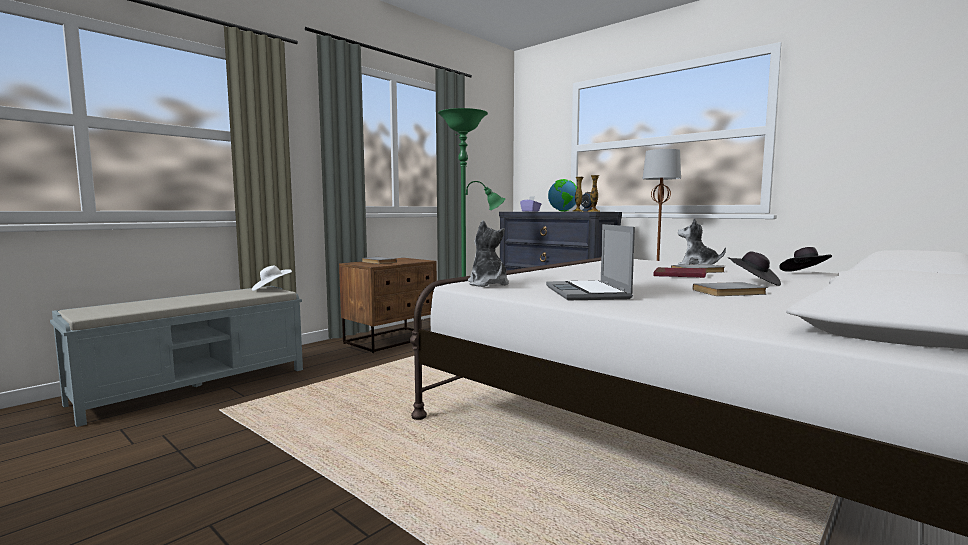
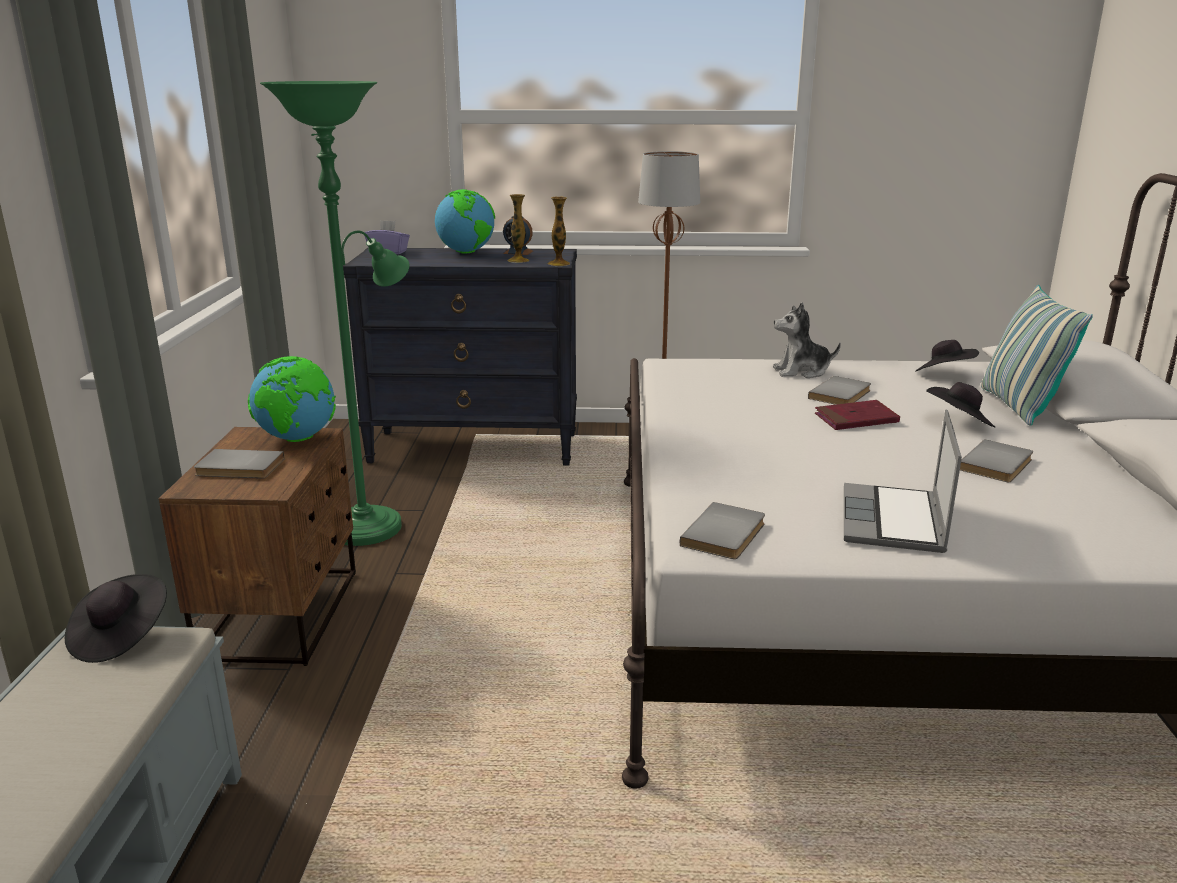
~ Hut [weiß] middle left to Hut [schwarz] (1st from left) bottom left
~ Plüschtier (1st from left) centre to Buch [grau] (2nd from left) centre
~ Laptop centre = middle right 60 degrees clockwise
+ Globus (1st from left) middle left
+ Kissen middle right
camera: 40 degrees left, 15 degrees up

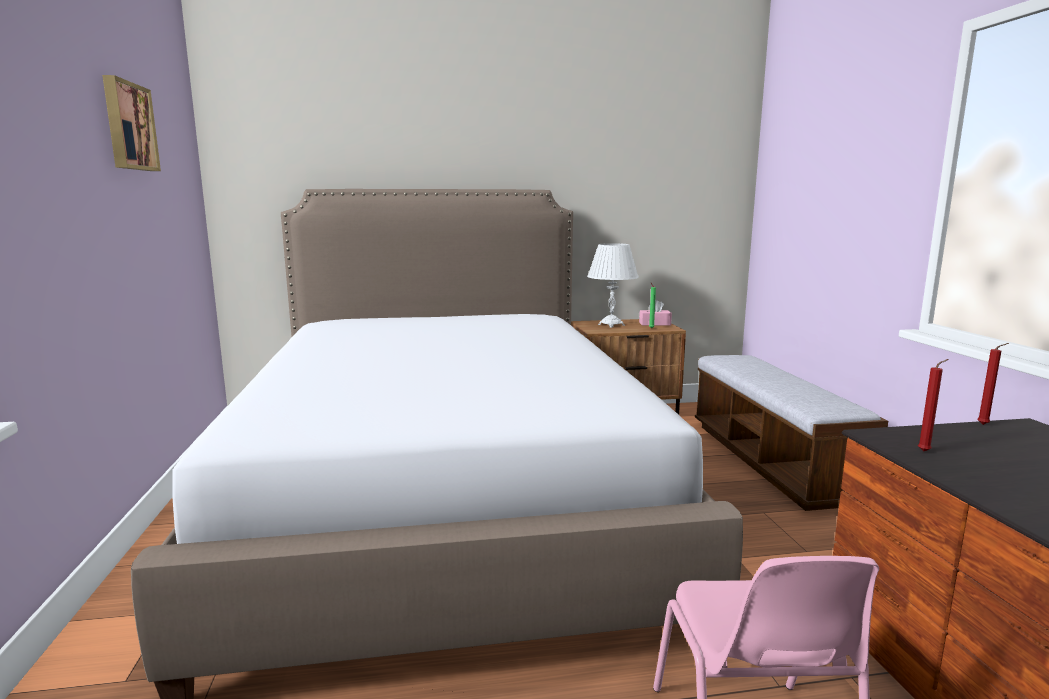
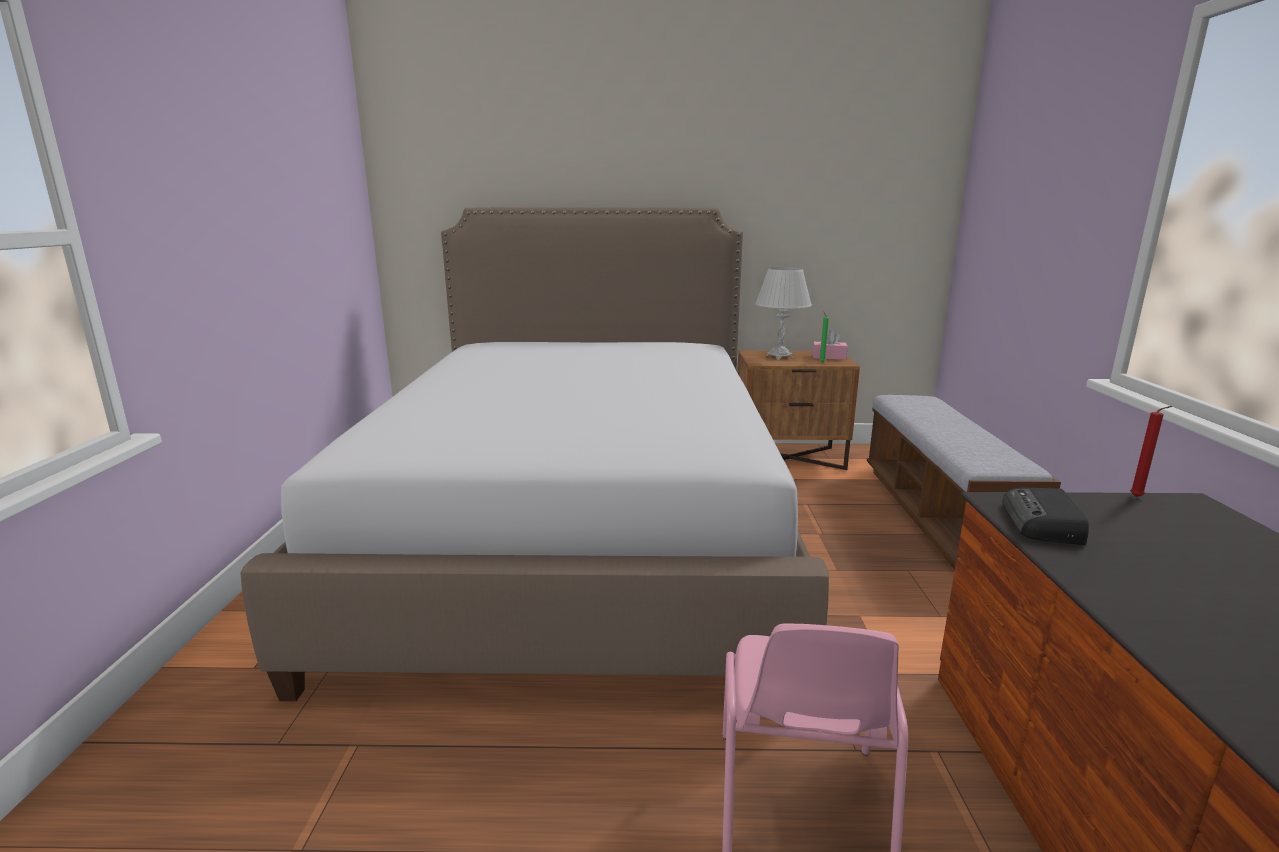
- Bild top left
~ Kerze [rot] (1st from left) middle right to Radio middle right
camera: 10 degrees right, 5 degrees up

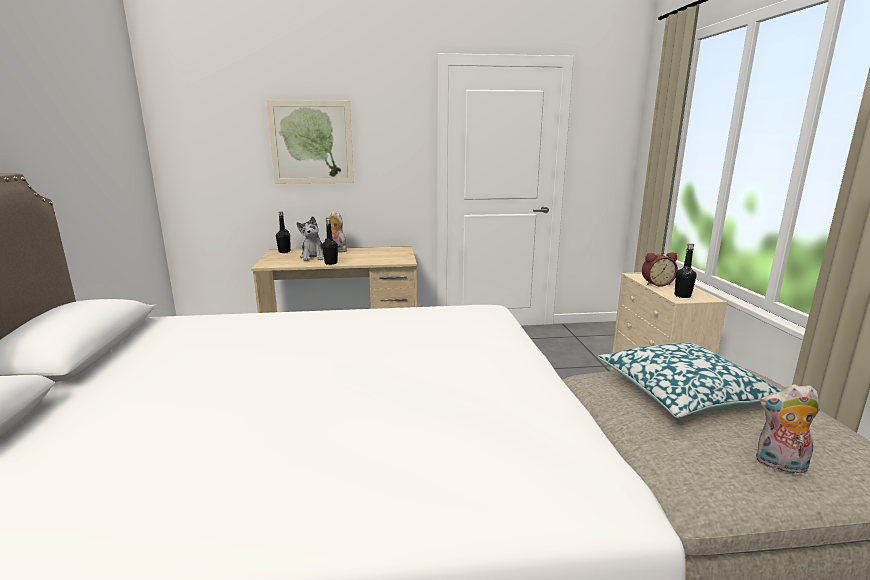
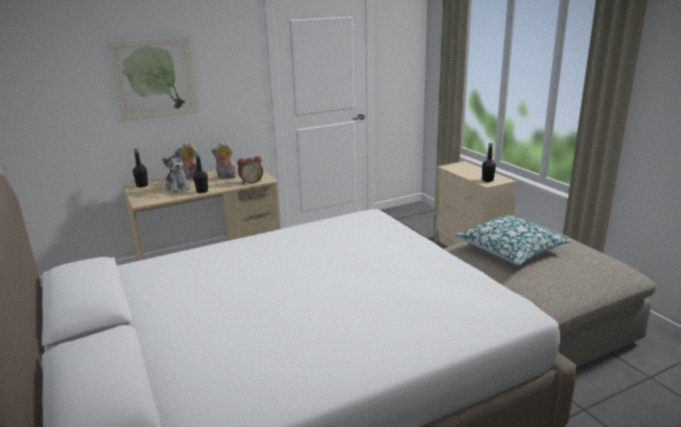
~ Wecker middle right to centre
~ Plüschtier (3rd from left) bottom right to middle left
camera: 20 degrees left, 5 degrees up

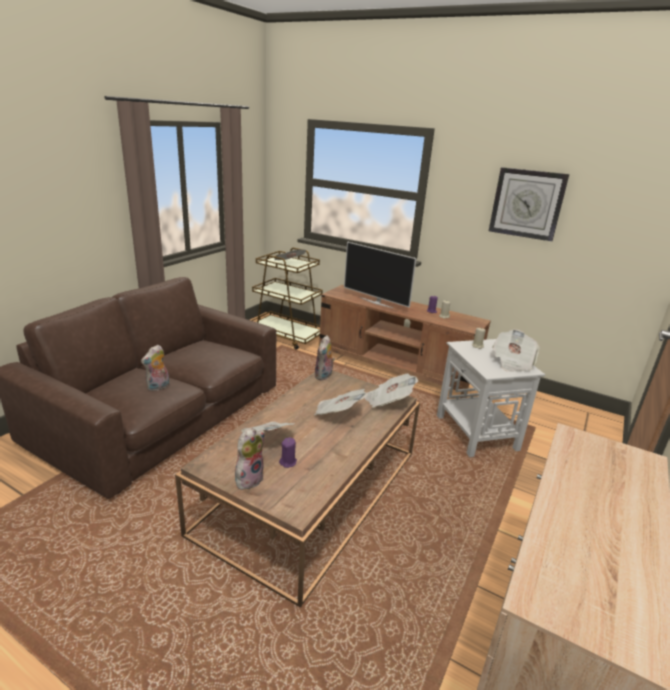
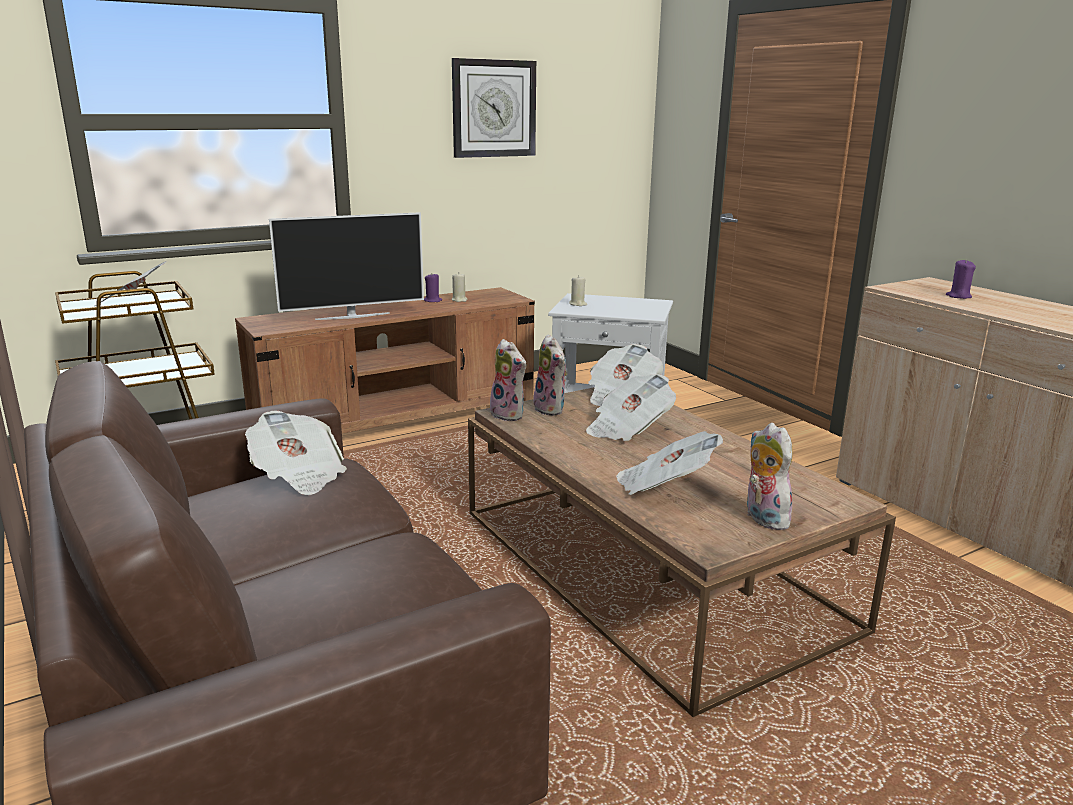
~ Plüschtier (1st from left in the first image) middle left to Plüschtier (2nd from left) centre
~ Kerze [lila] (1st from left in the first image) centre to Kerze [lila] (2nd from left) middle right
~ Zeitung (5th from left in the first image) middle right to Zeitung (2nd from left) middle left
camera: 60 degrees left, 5 degrees down

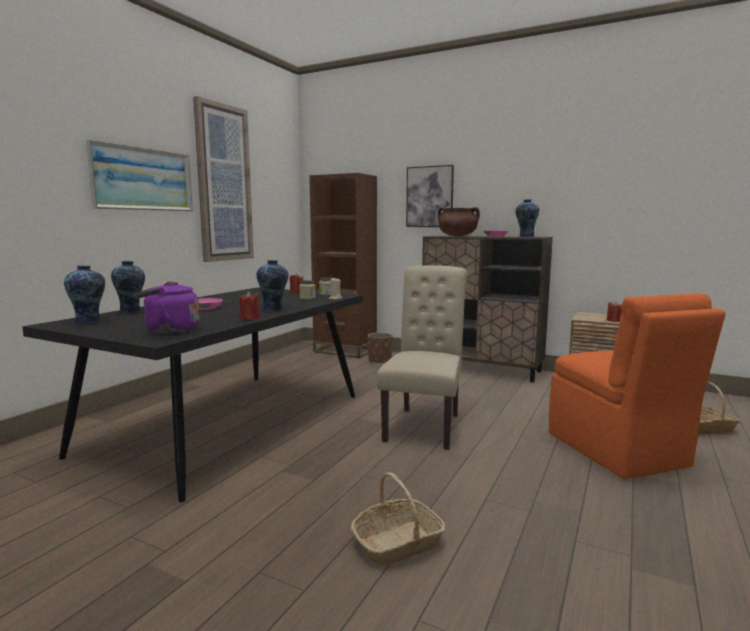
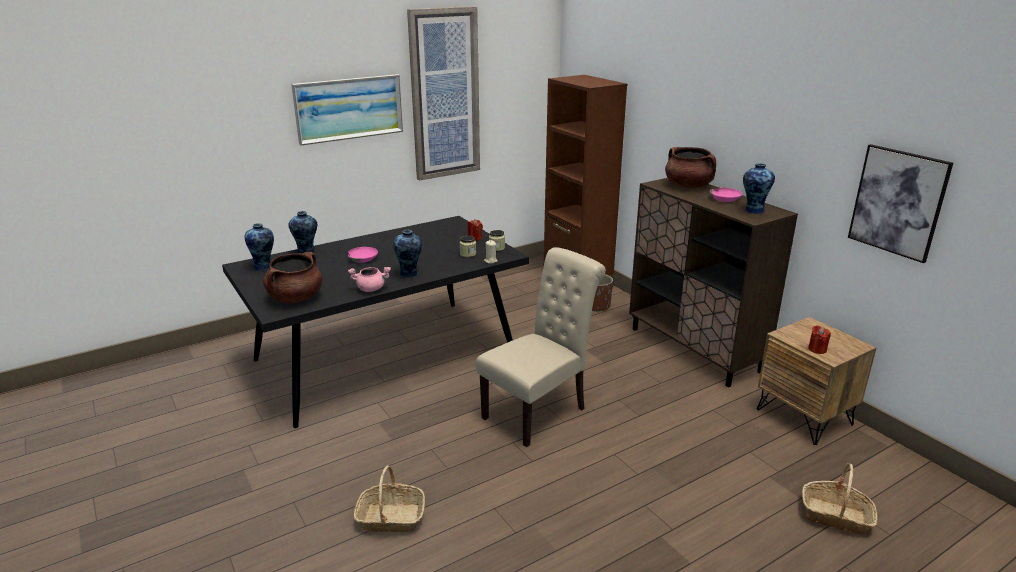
~ Wasserkessel [lila] middle left to Kochtopf [braun] (1st from left) middle left
~ Kerze [rot] (1st from left) middle left to Kochtopf [rosa] centre
~ Bild (3rd from left) top centre to middle right
- Stuhl [orange] middle right
camera: 30 degrees right, 15 degrees up

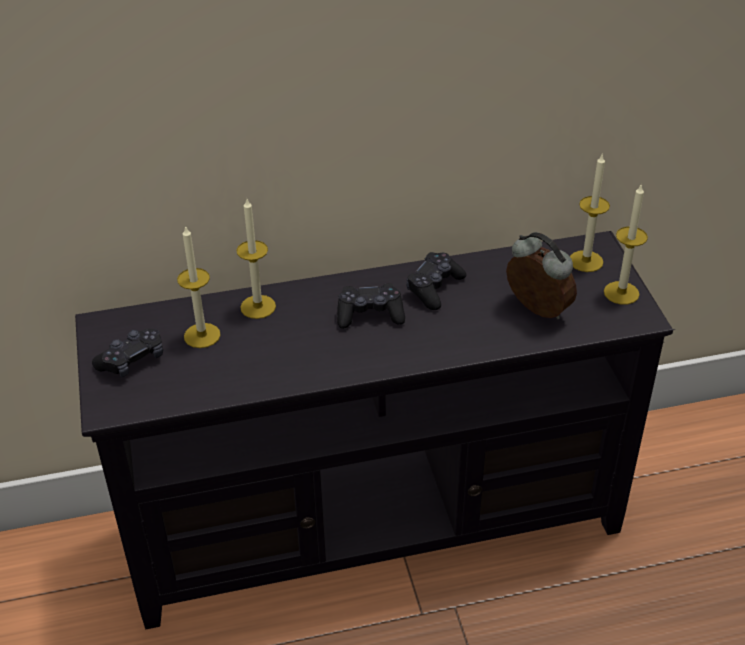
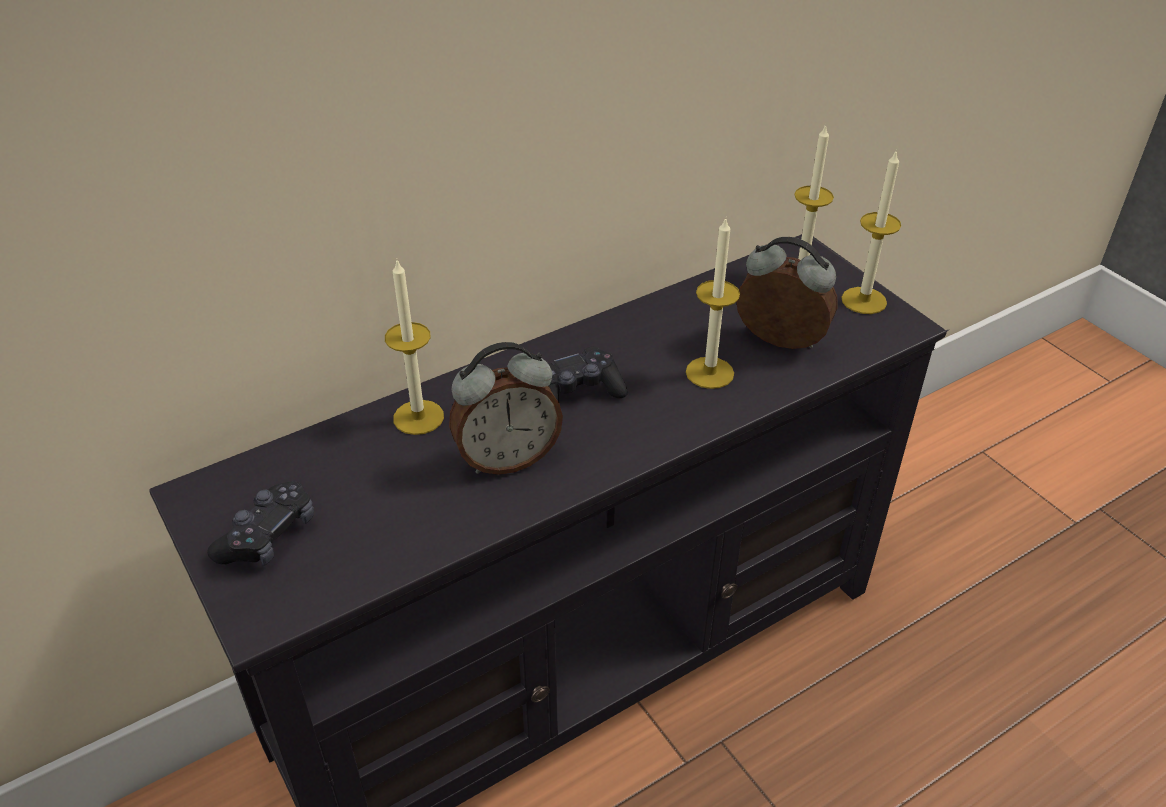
~ Kerze (1st from left in the first image) middle left to Kerze (2nd from left) centre
- Gamepad [schwarz] (3rd from left) centre
+ Wecker (1st from left) centre
camera: 20 degrees left, 0 degrees up

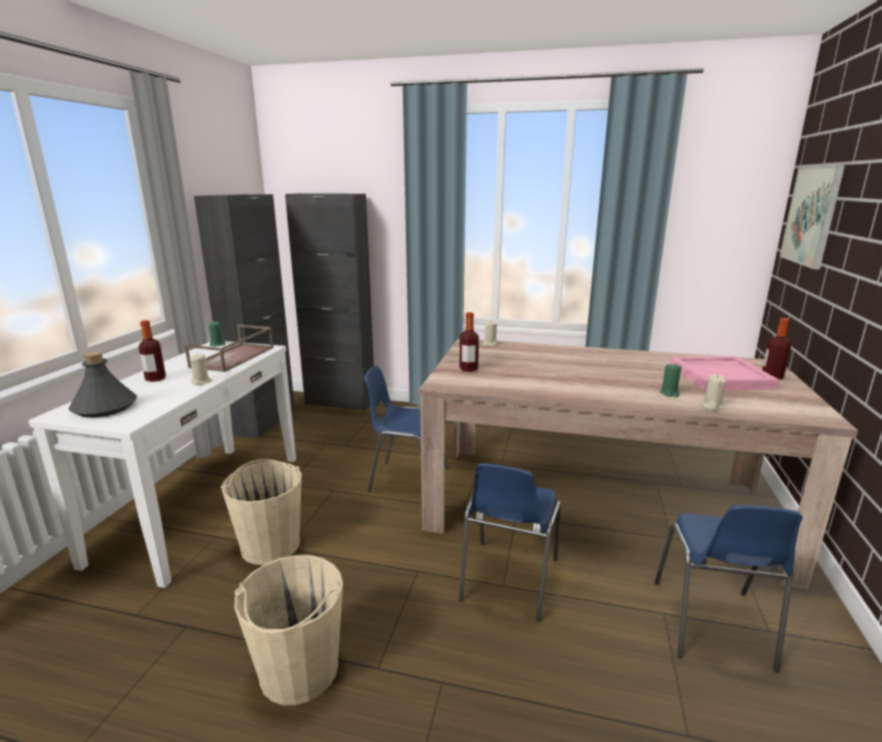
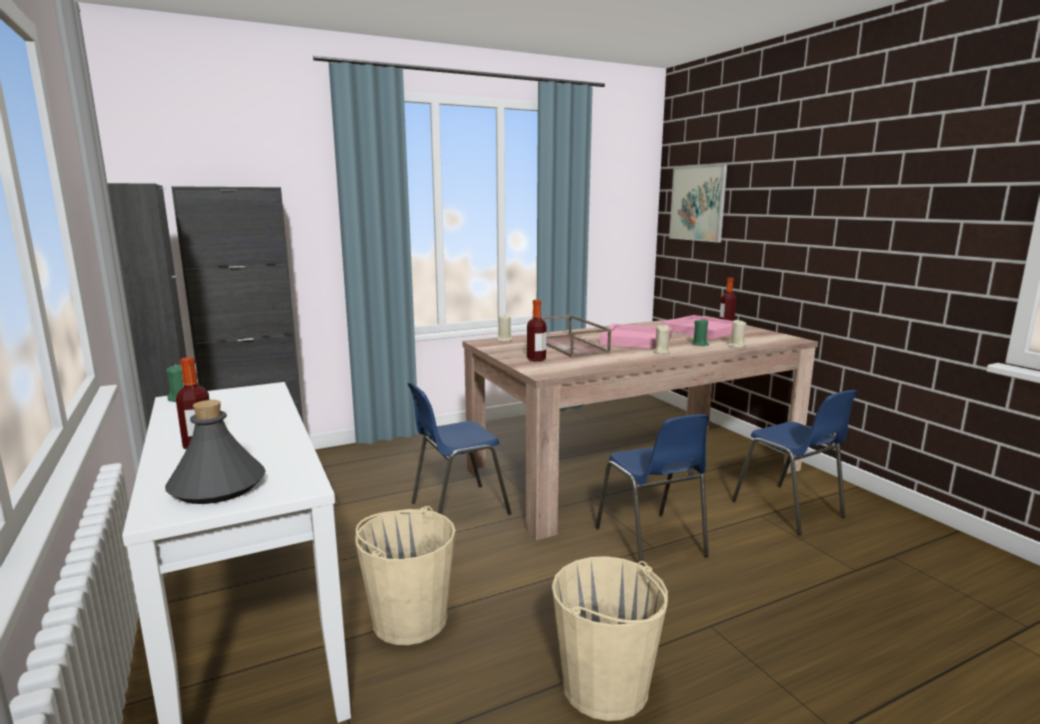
~ Tablett [braun] middle left to centre
~ Kerze [beige] (1st from left in the first image) middle left to Kerze [beige] (2nd from left) centre
+ Tablett [rosa] (1st from left) centre
camera: 40 degrees left, 5 degrees down

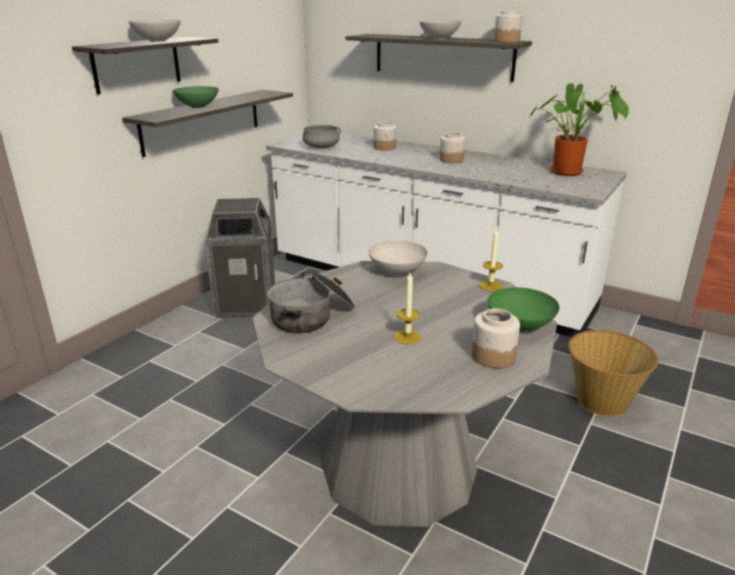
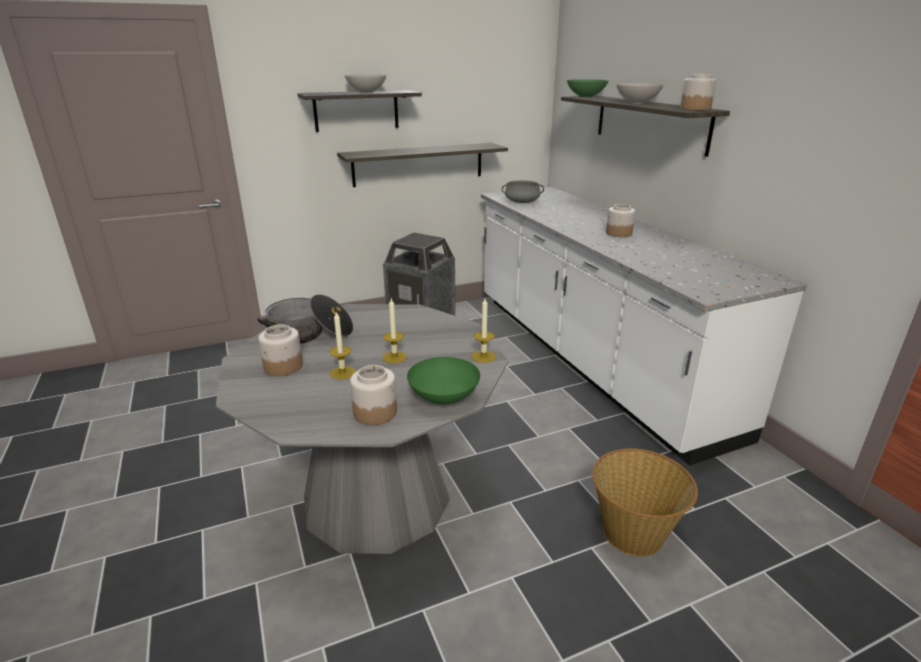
~ Schüssel [grün] (1st from left in the first image) top left to Schüssel [grün] (2nd from left) top centre
- Schüssel [weiß] (2nd from left) centre
~ Vorratsglas (1st from left) top centre to middle left
- Topfpflanze top right
+ Kerze (2nd from left) centre
camera: 35 degrees right, 0 degrees up

